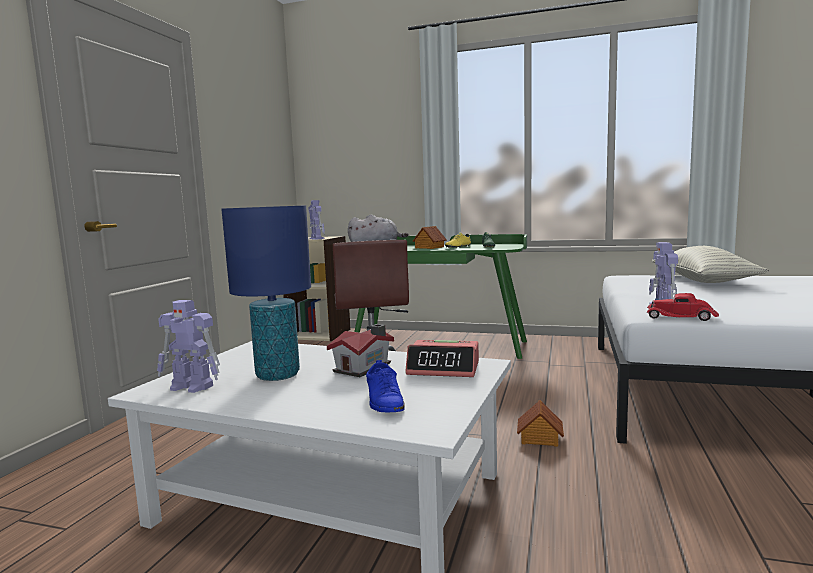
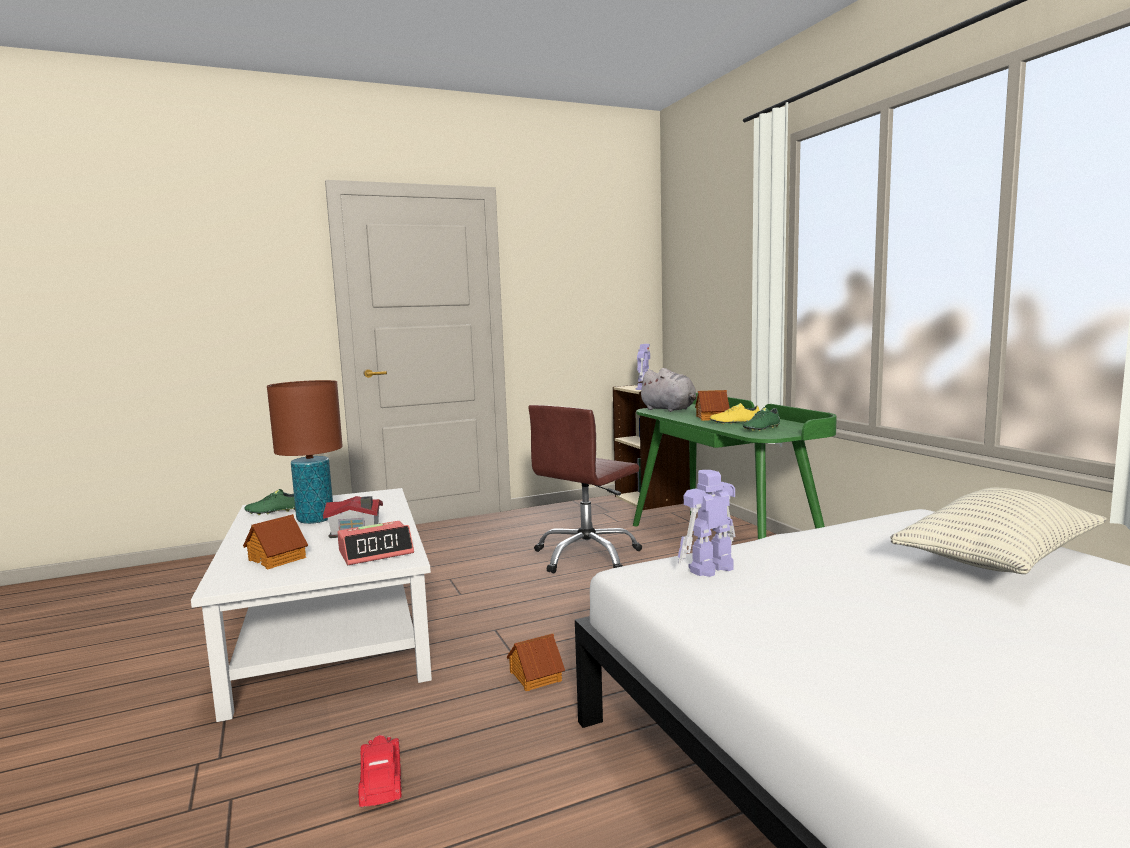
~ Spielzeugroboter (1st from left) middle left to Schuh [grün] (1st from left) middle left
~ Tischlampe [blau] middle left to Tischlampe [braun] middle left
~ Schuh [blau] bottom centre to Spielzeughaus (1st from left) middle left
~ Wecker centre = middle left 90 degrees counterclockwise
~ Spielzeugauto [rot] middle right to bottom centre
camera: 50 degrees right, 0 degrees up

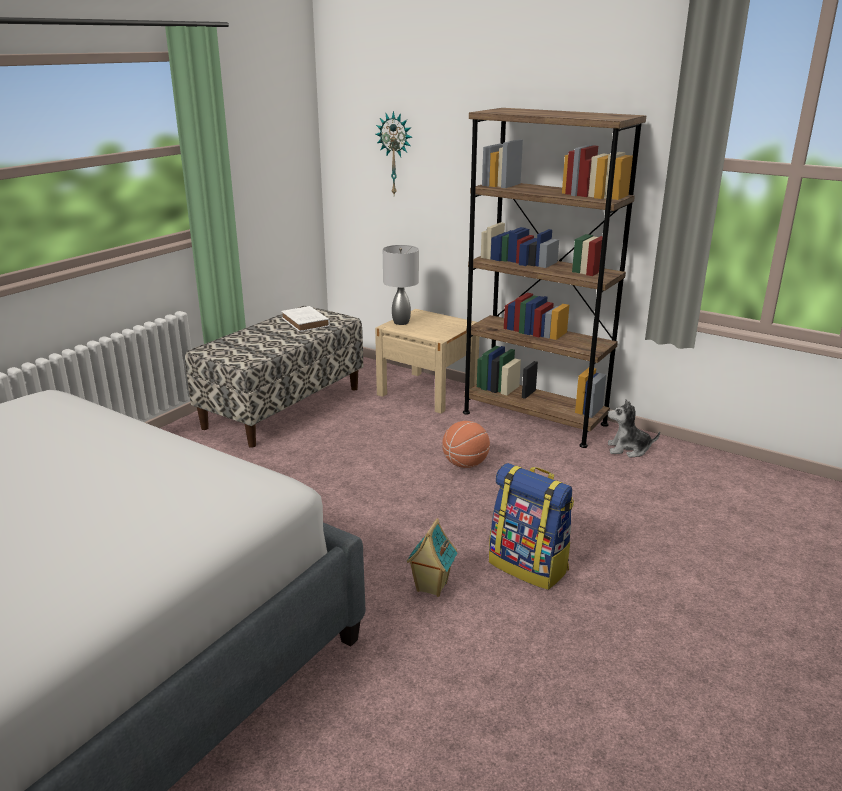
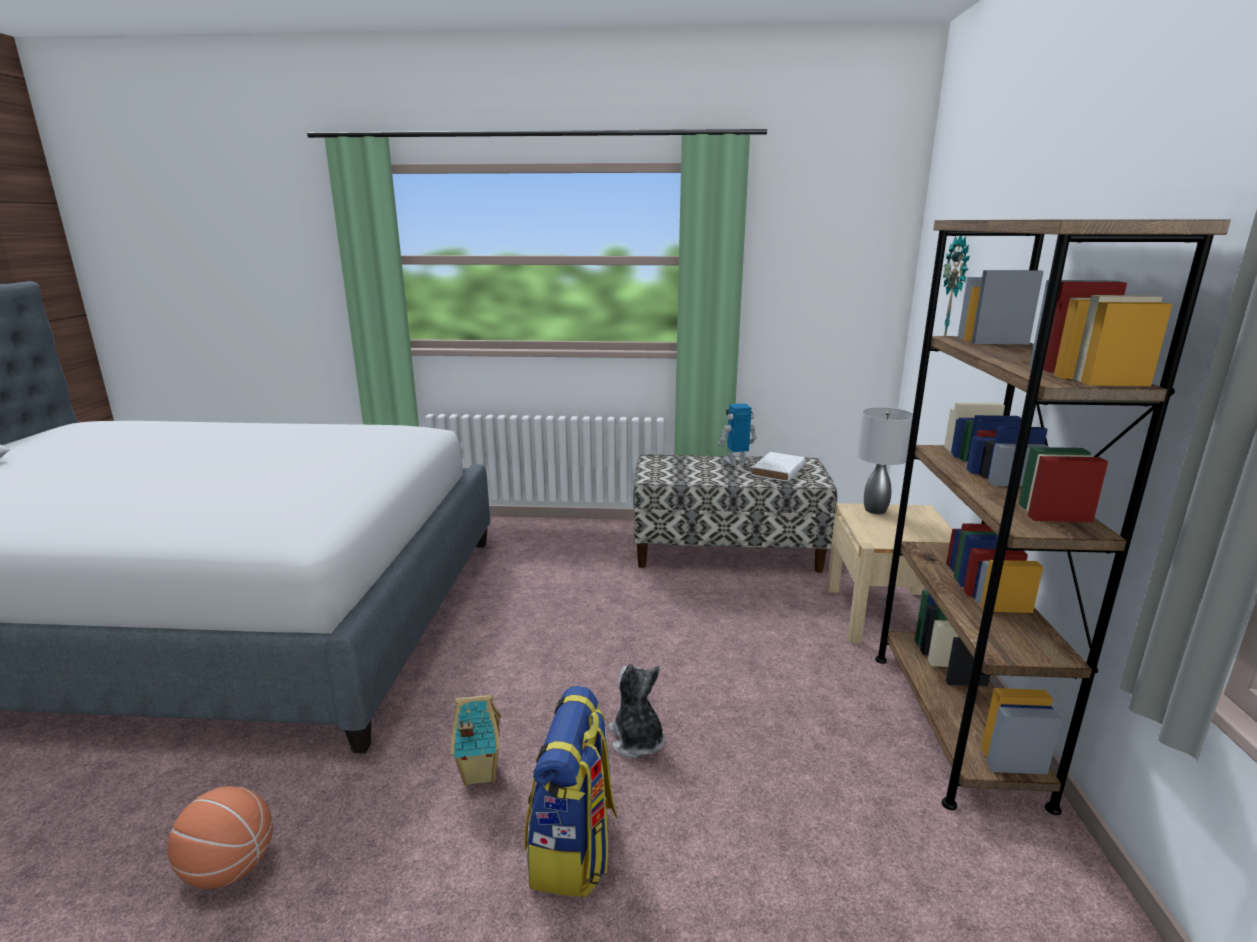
~ Basketball centre to bottom left
~ Plüschtier middle right to bottom centre
+ Spielzeugroboter centre
camera: 60 degrees right, 5 degrees down

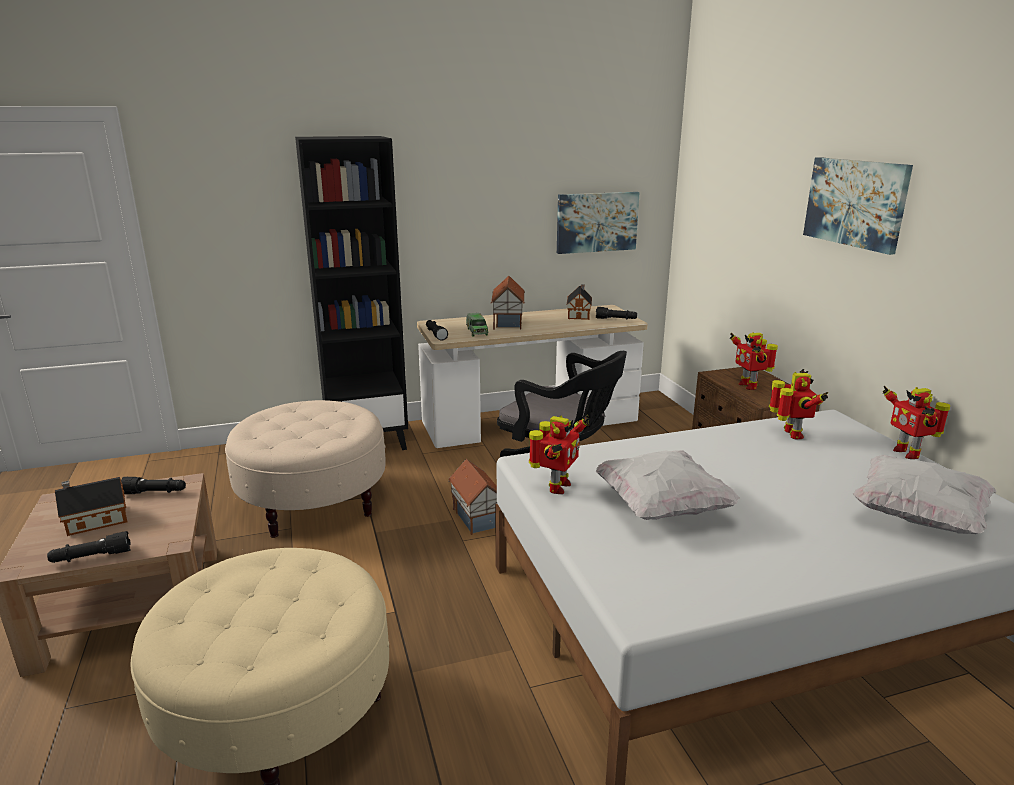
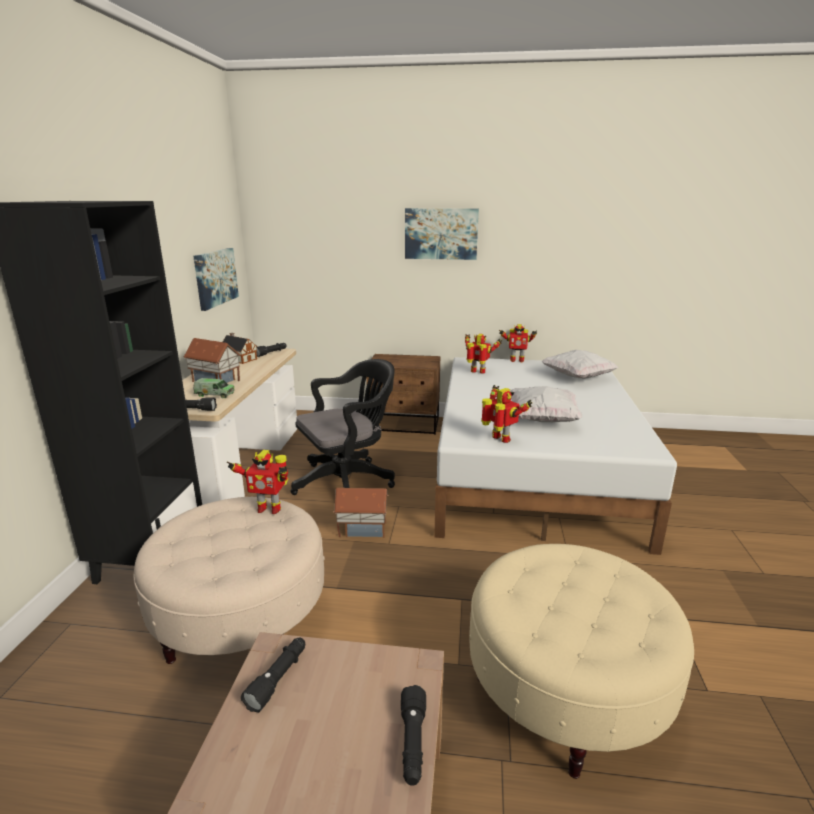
- Spielzeughaus (1st from left) middle left
~ Spielzeugroboter (2nd from left in the first image) middle right to Spielzeugroboter (1st from left) middle left
camera: 65 degrees left, 0 degrees up

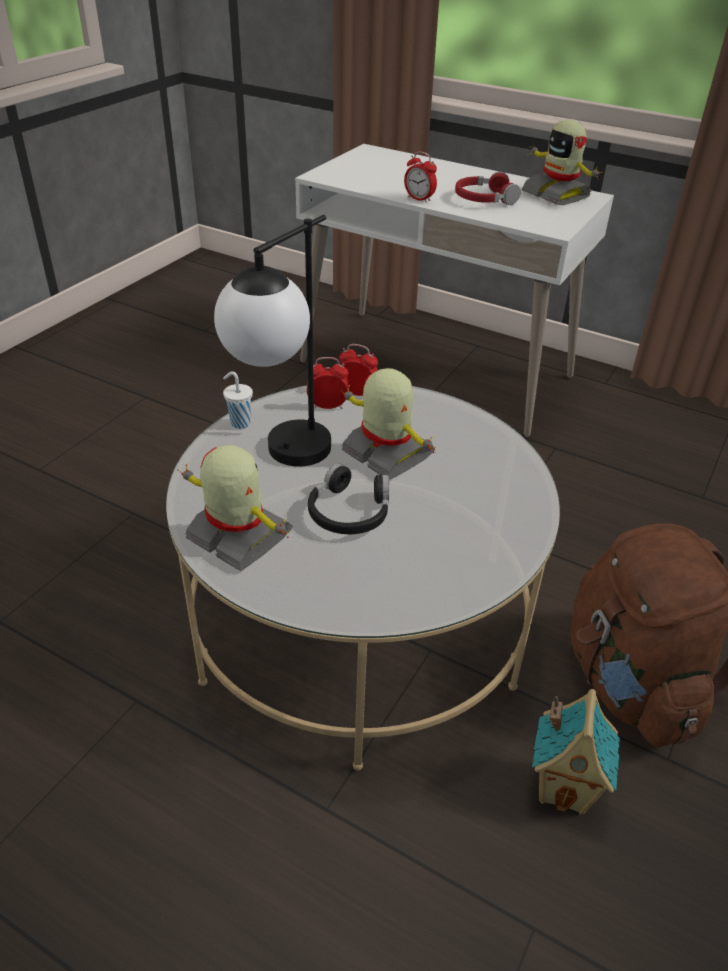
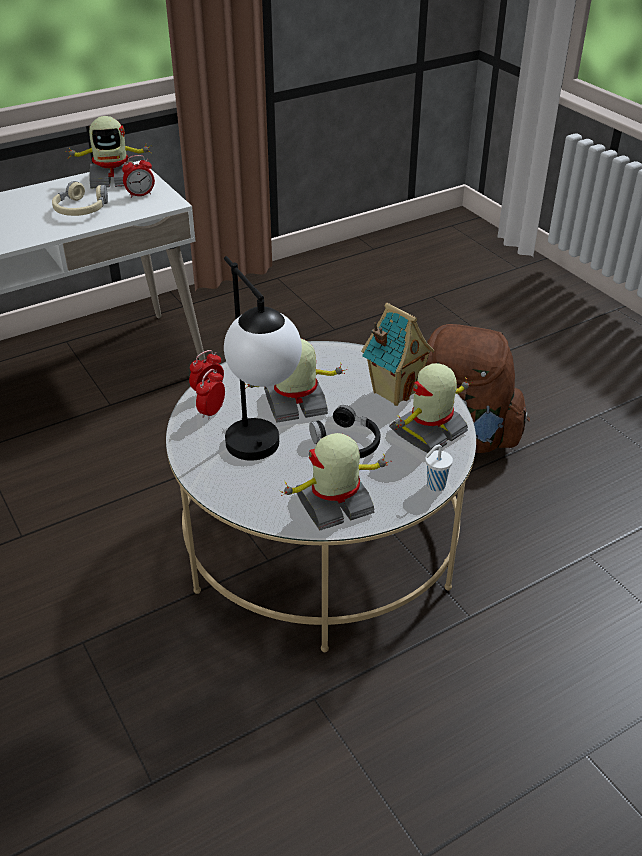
~ Tasse [weiß] middle left to middle right
~ Wecker (3rd from left in the first image) top centre to Wecker (1st from left) top left
~ Kopfhörer [rot] top right to Kopfhörer [beige] top left
~ Spielzeughaus bottom right to centre
+ Spielzeugroboter (4th from left) middle right
camera: 60 degrees left, 0 degrees up

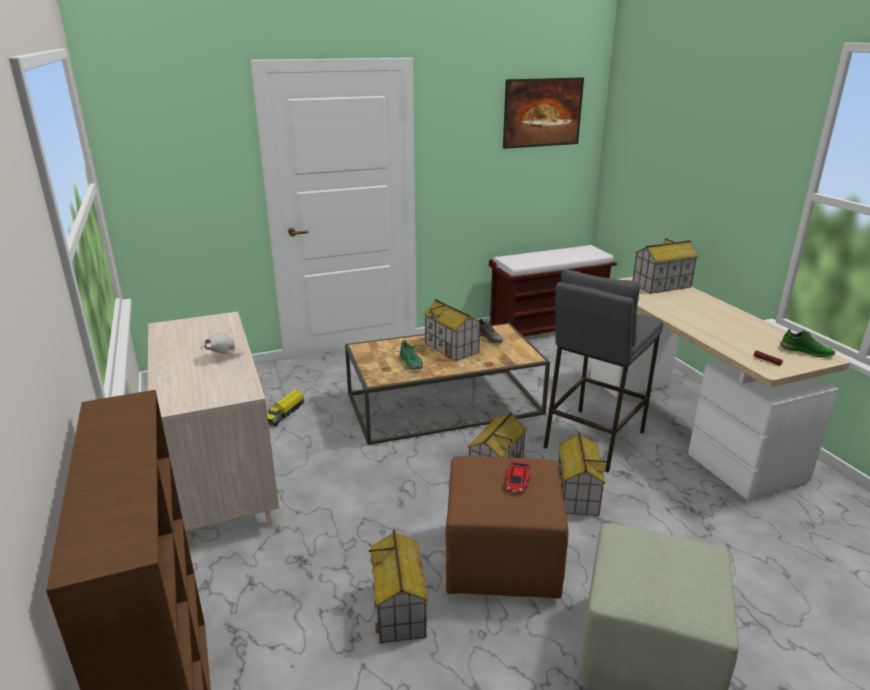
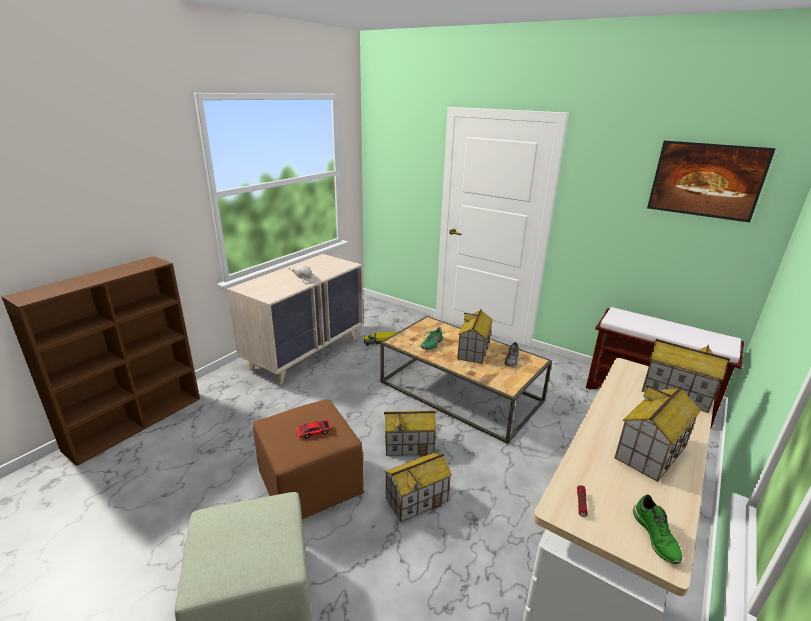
~ Spielzeughaus (1st from left in the first image) bottom centre to Spielzeughaus (4th from left) bottom right
- Hocker [grau] middle right
camera: 55 degrees right, 0 degrees up

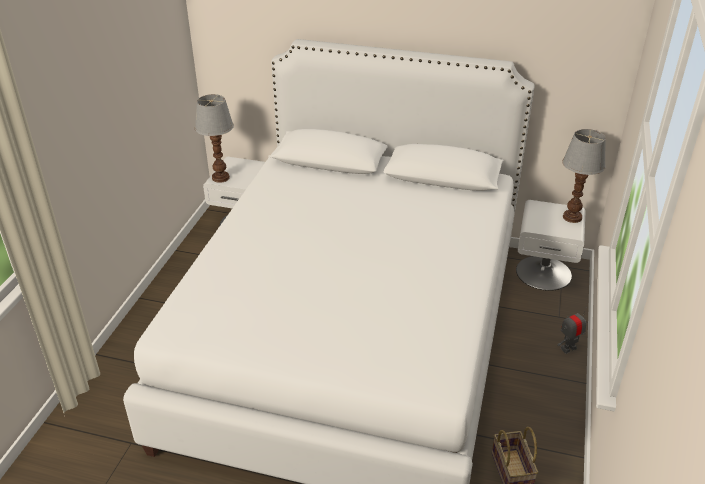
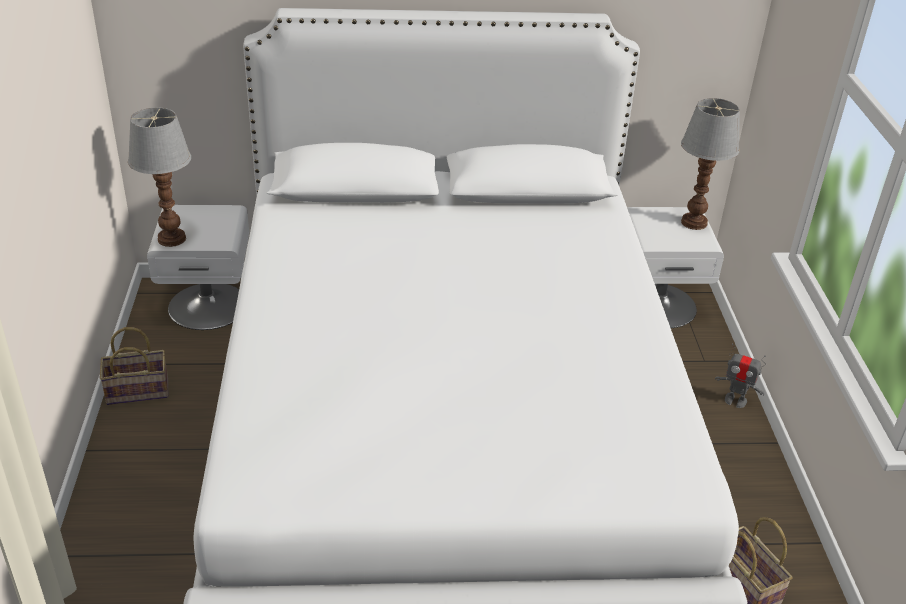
~ Spielzeugroboter bottom right = middle right 105 degrees counterclockwise
+ Korb (1st from left) middle left
camera: 20 degrees left, 0 degrees up

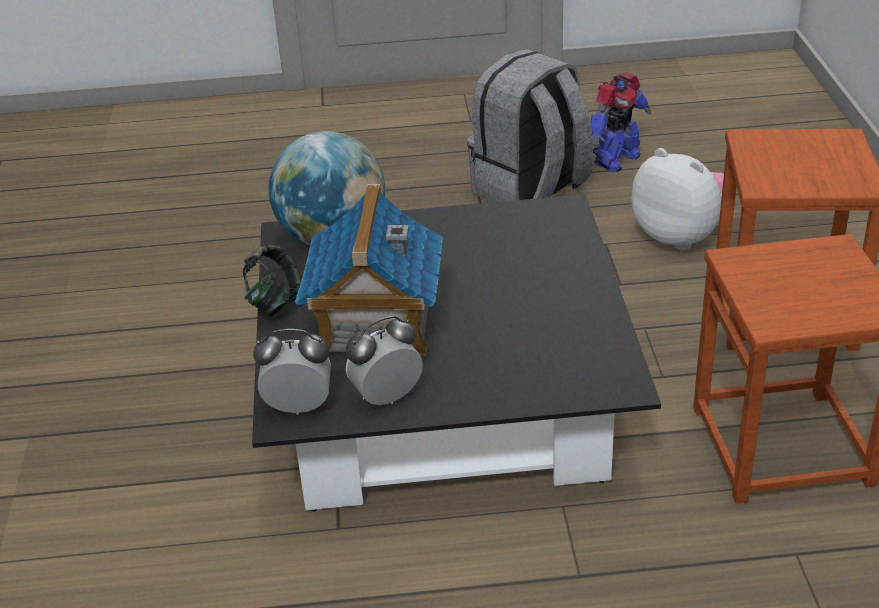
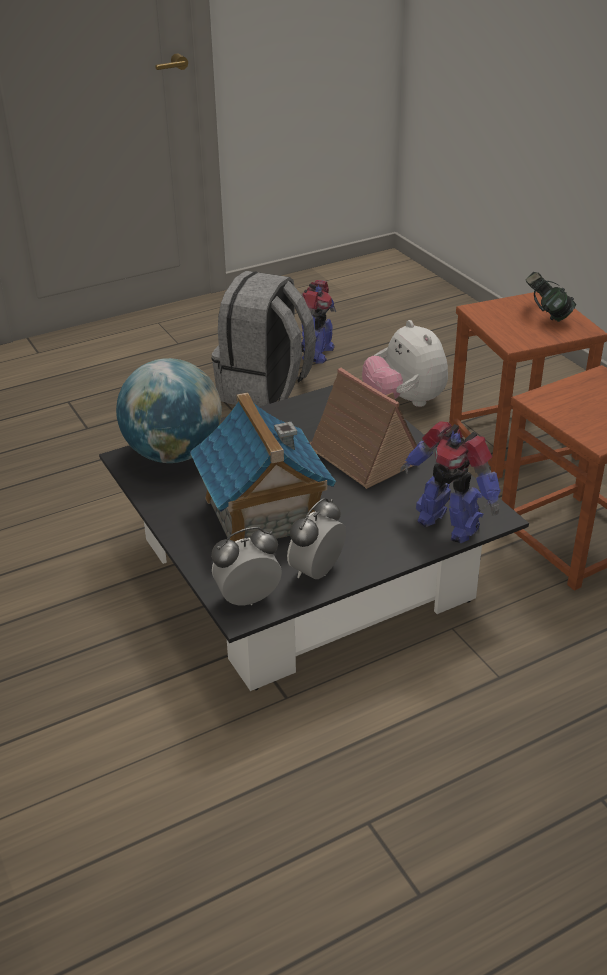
~ Kopfhörer middle left to top right
~ Plüschtier top right = middle right 135 degrees counterclockwise
+ Spielzeughaus (2nd from left) centre
+ Spielzeugroboter (2nd from left) middle right
camera: 25 degrees left, 0 degrees up

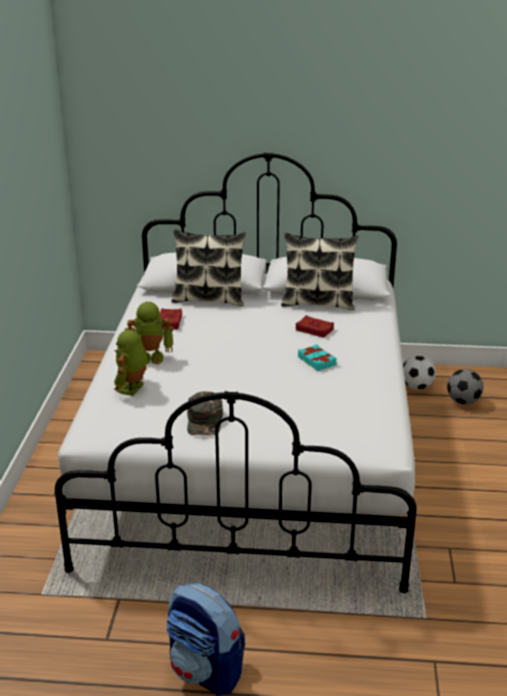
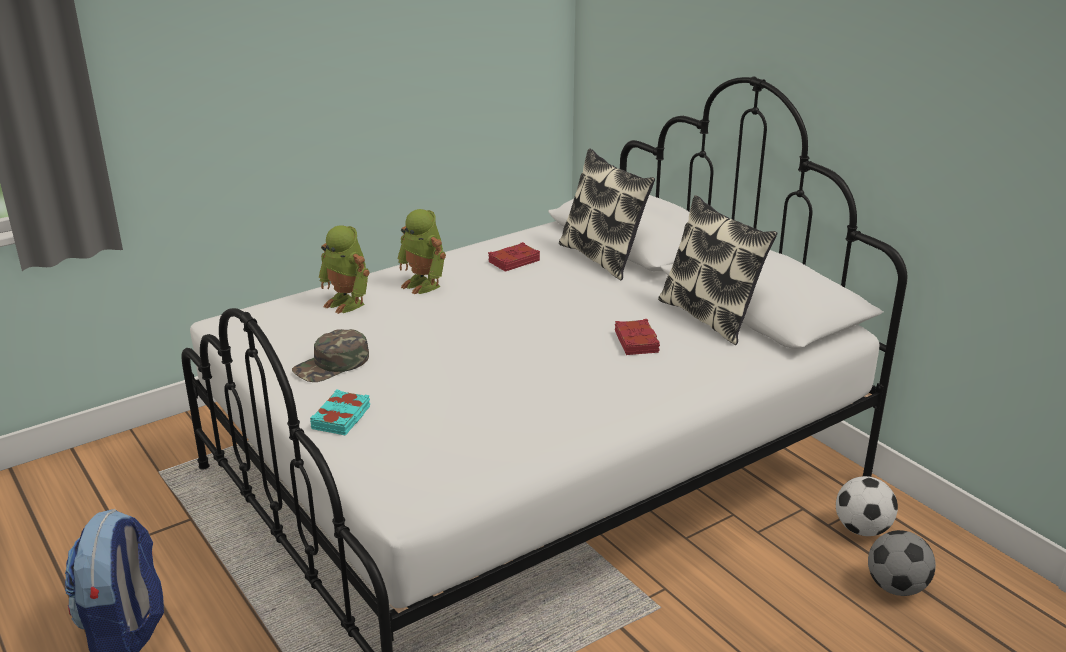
~ Spielzeugroboter (1st from left) middle left = middle left 120 degrees counterclockwise
~ Buch [türkis] centre to middle left
camera: 50 degrees right, 0 degrees up

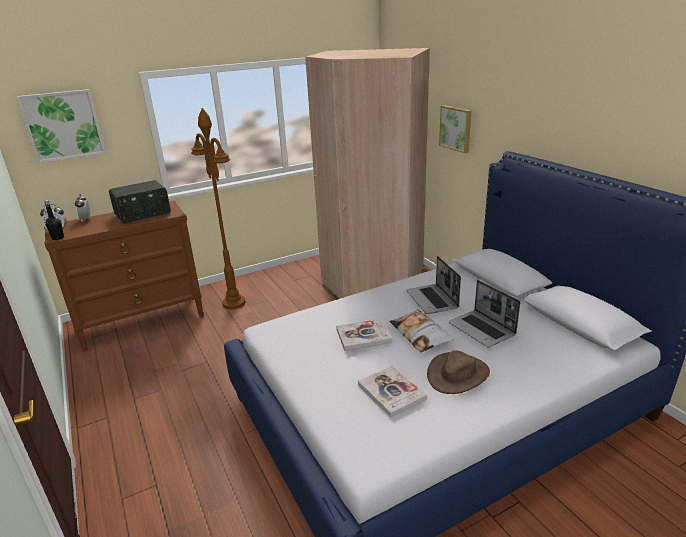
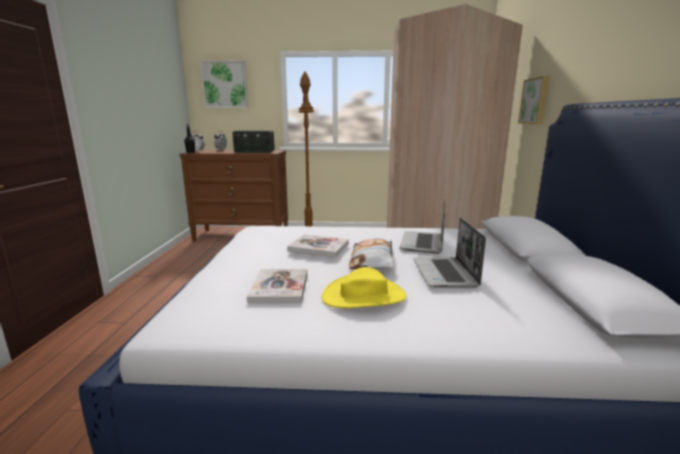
~ Hut [braun] bottom right to Hut [gelb] centre
camera: 30 degrees right, 10 degrees down

